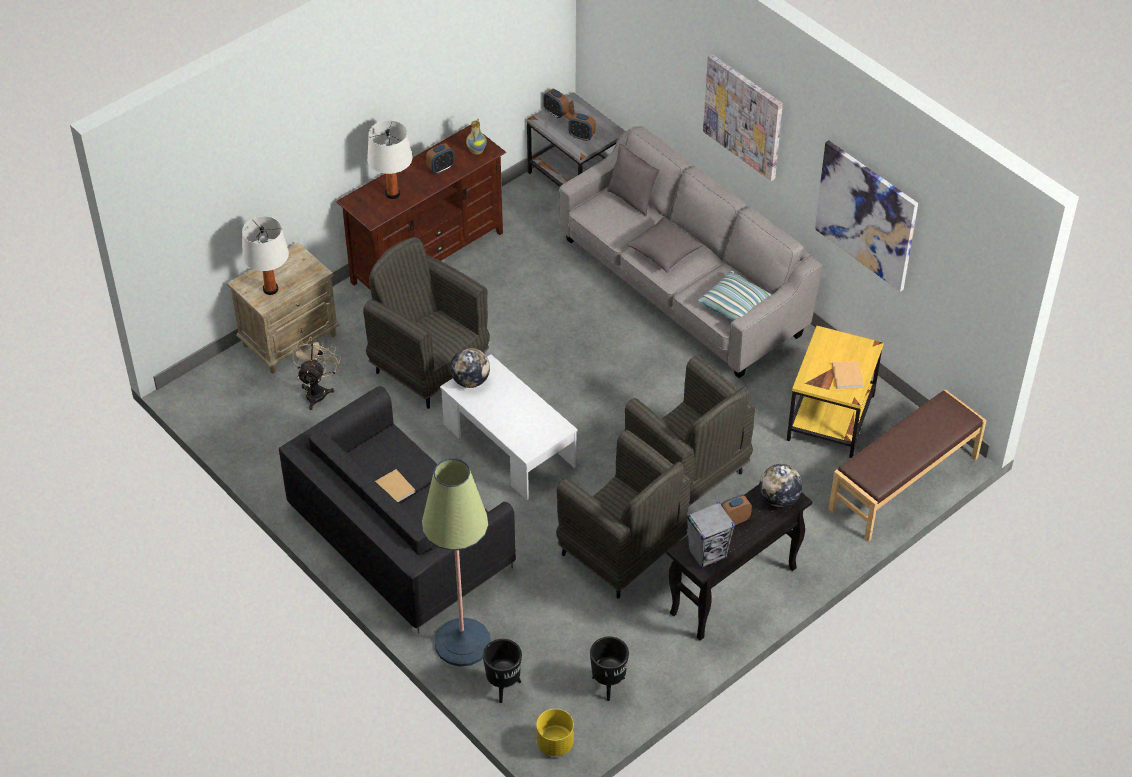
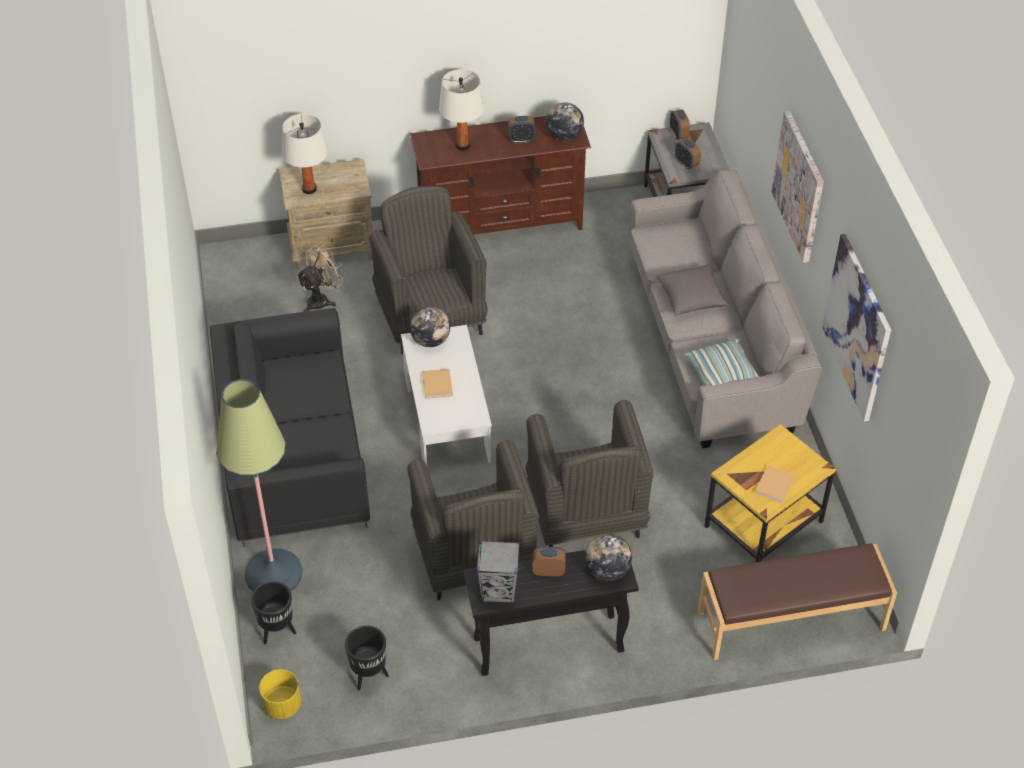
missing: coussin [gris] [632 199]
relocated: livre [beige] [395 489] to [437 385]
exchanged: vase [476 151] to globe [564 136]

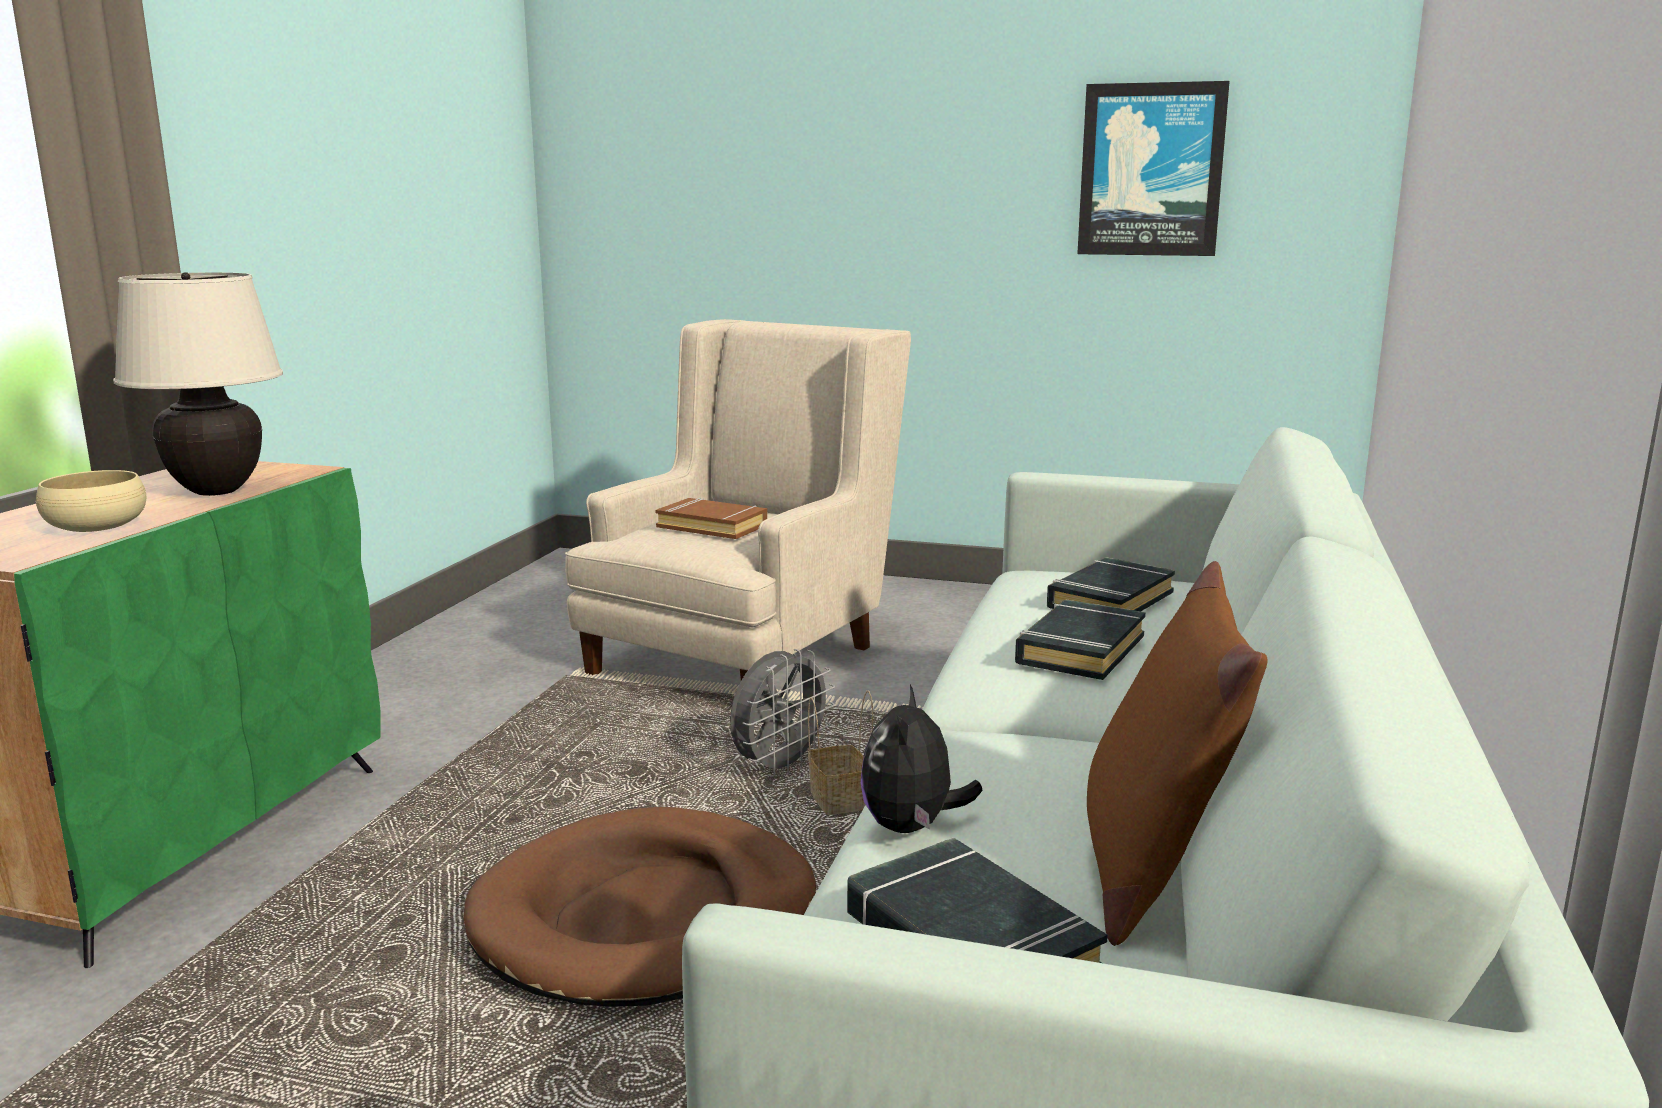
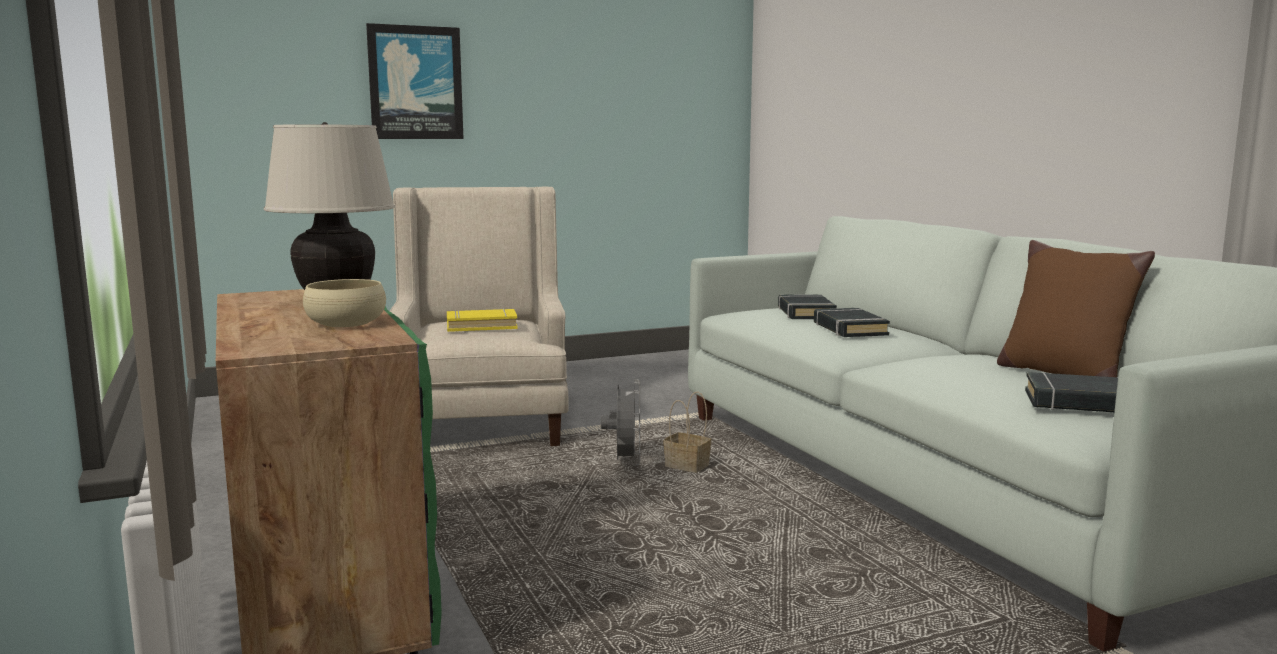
missing: panier pour chien [marron] [646 917]; peluche [912 827]
relocated: tableau [1151 170] to [415 83]
colour: livre [marron] [712 526] to livre [jaune] [481 326]

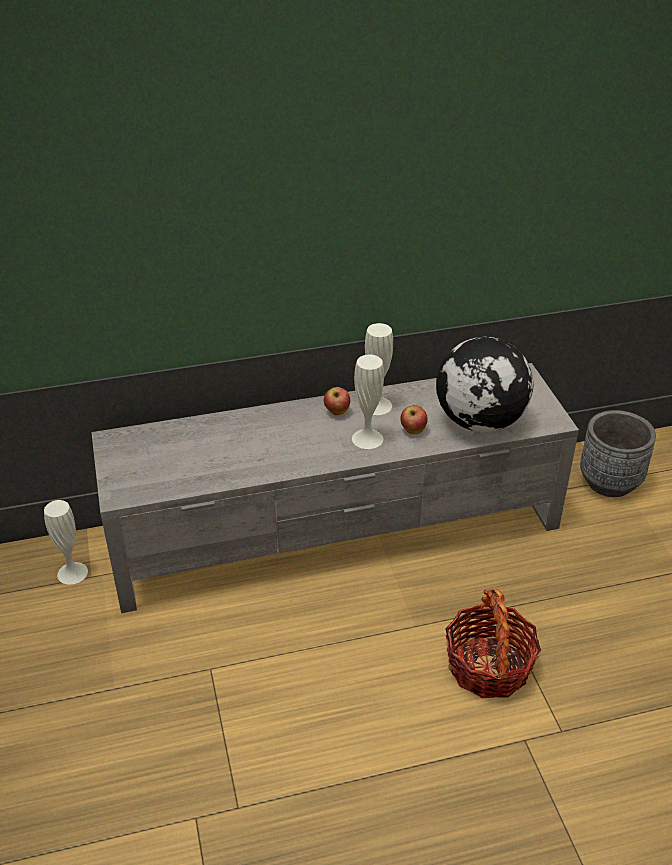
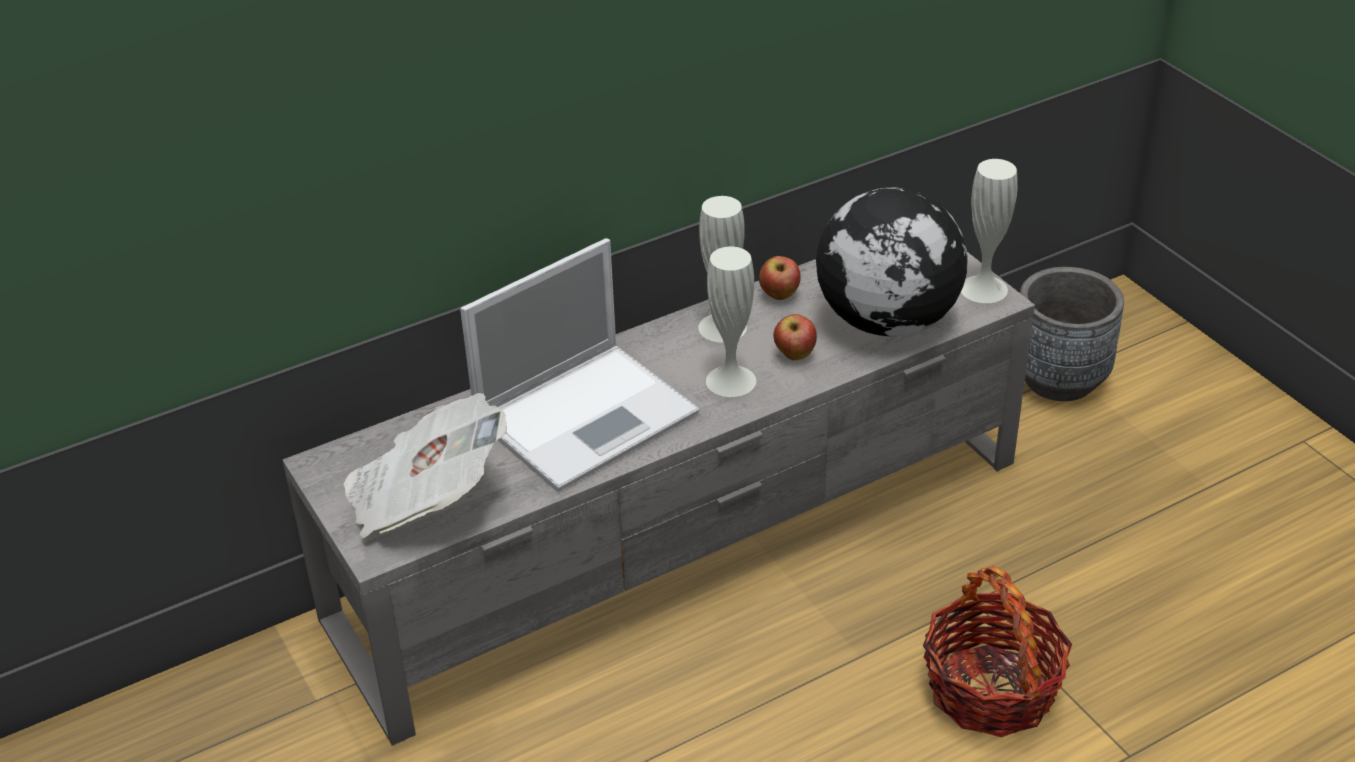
appeared: journal [425 498]; ordinateur portable [589 414]
relocated: pomme [337 412] to [779 295]; vase [blanc] [72 573] to [983 289]

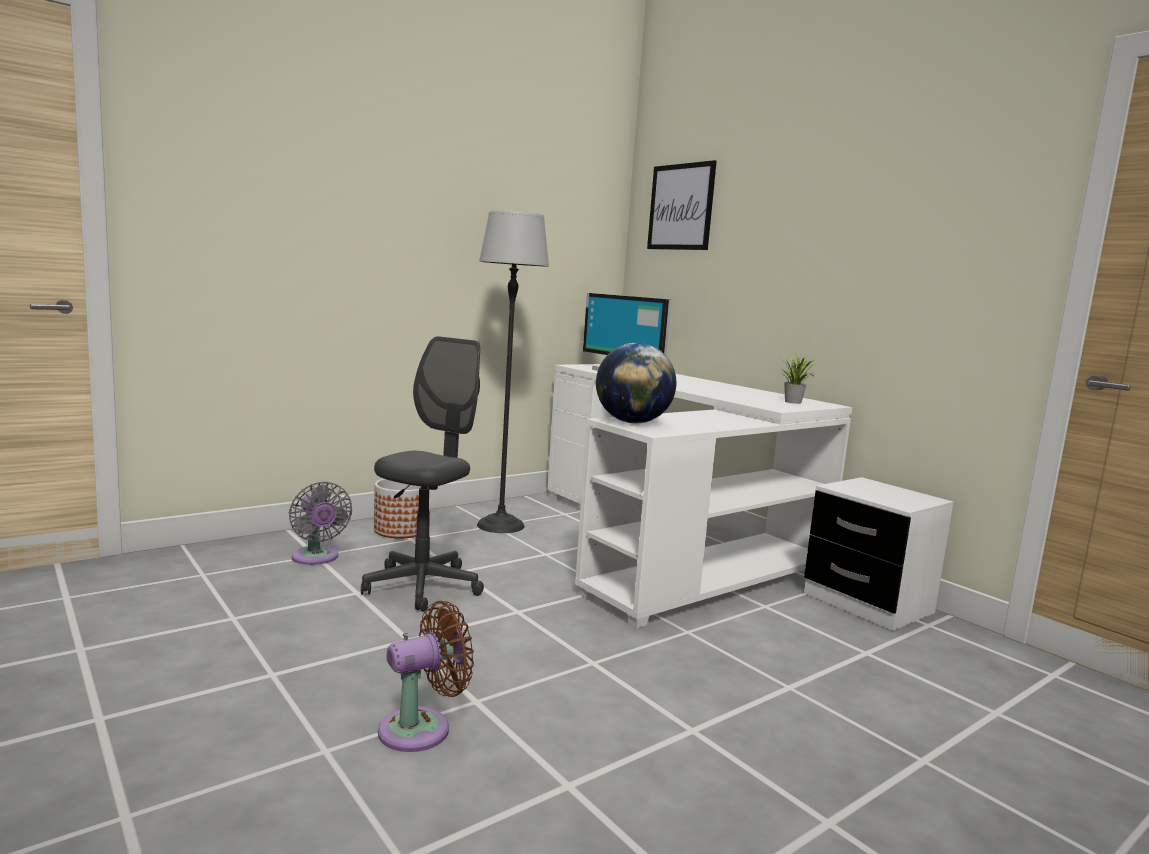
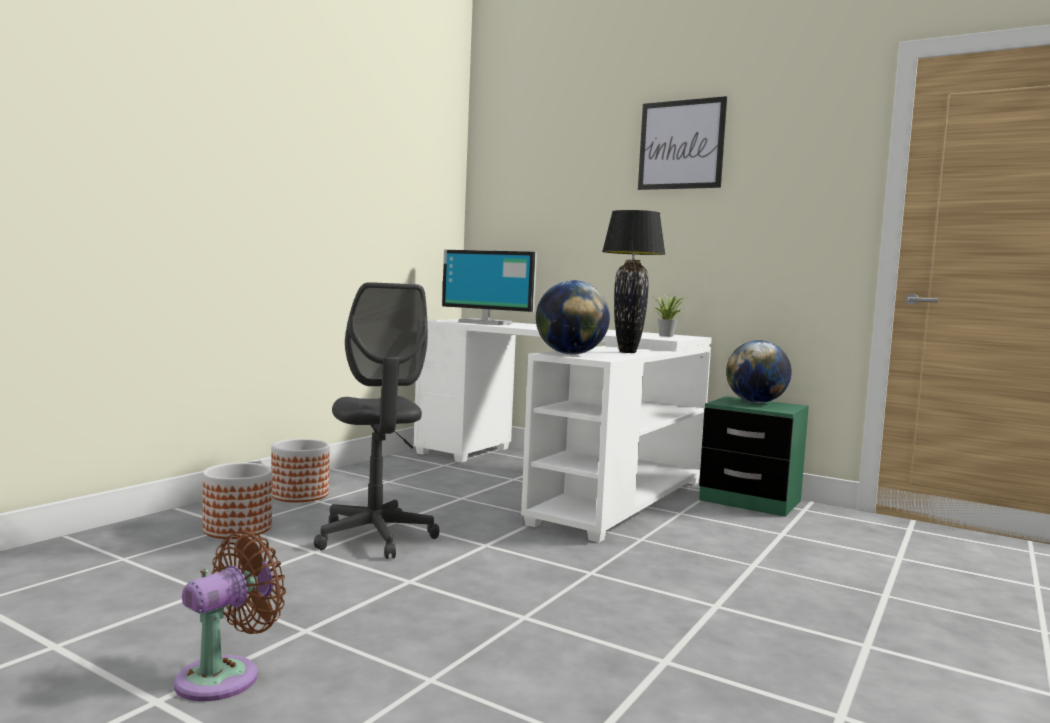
missing: lampadaire [501 525]
appeared: lampe de table [noir] [627 352]; globe [756 402]
relocated: ventilateur [marron] [422 728] to [225 676]; tableau [680 207] to [681 145]
exchanged: ventilateur [gris] [316 558] to cache-pot [237 528]
colour: table de chevet [blanc] [867 603] to table de chevet [vert] [750 501]
spun: chaise de bureau [gris] [422 586] = [375 538] 150 degrees clockwise

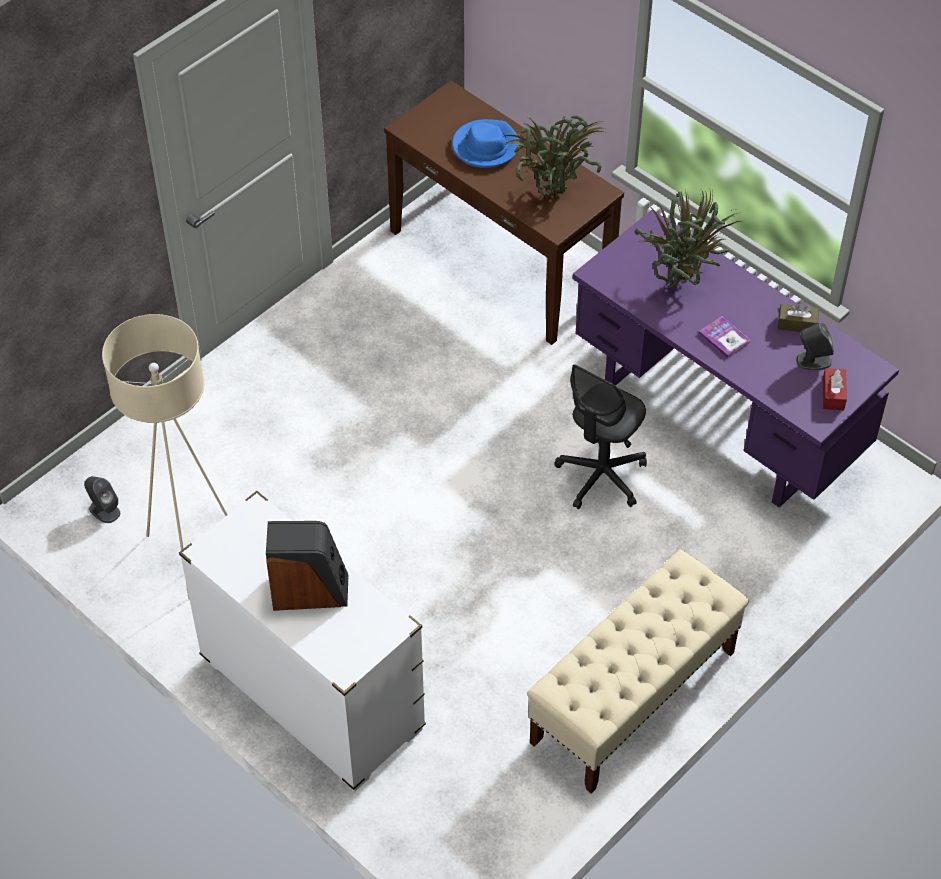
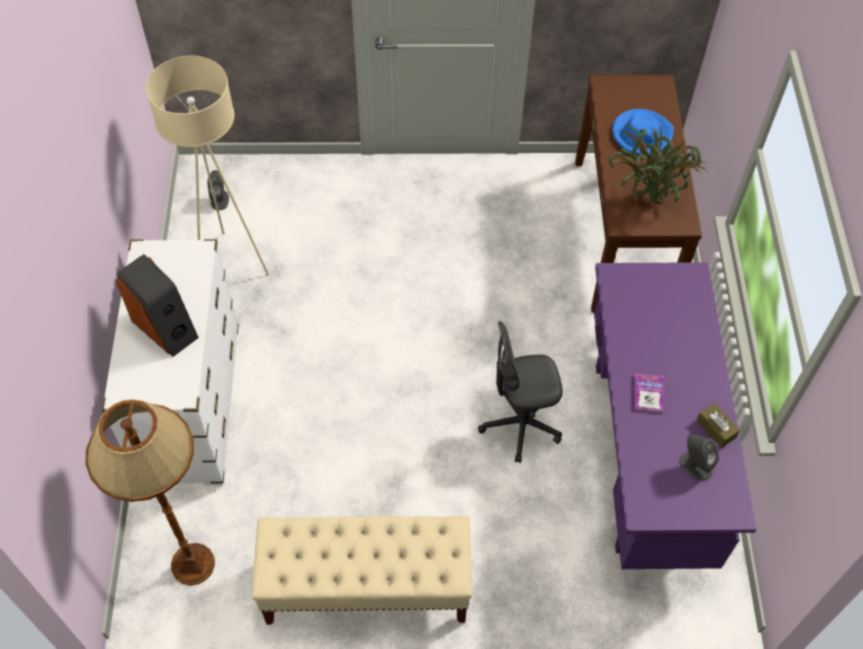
missing: plante en pot [682 283]; boîte à mouchoirs [rouge] [833 394]
appeared: lampadaire [marron] [192 564]

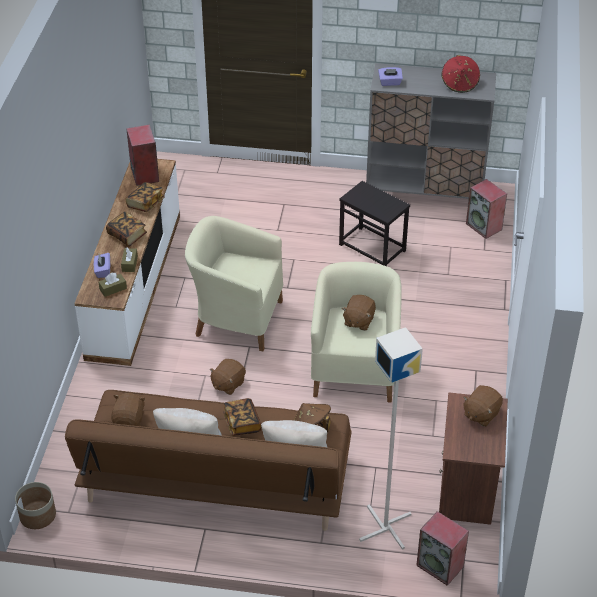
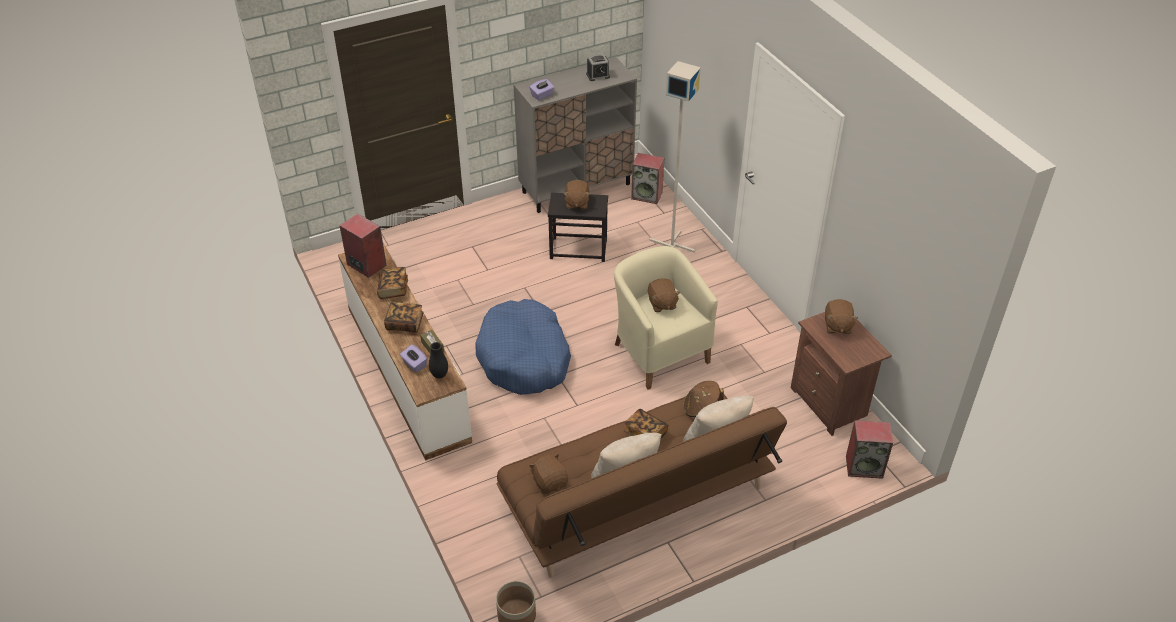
relocated: peluche [marron] [228 384] to [576 203]; lampadaire [gris] [386 526] to [672 245]
exchanged: boîte à mouchoirs [marron] [113 289] to vase [noir] [439 375]; fauteuil [beige] [236 318] to panier pour chien [bleu] [524 358]; chapeau [rouge] [460 84] to réveil [598 75]

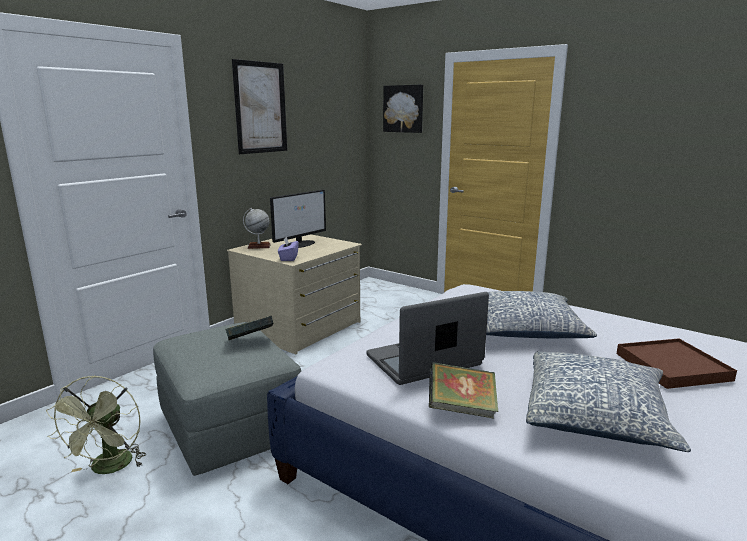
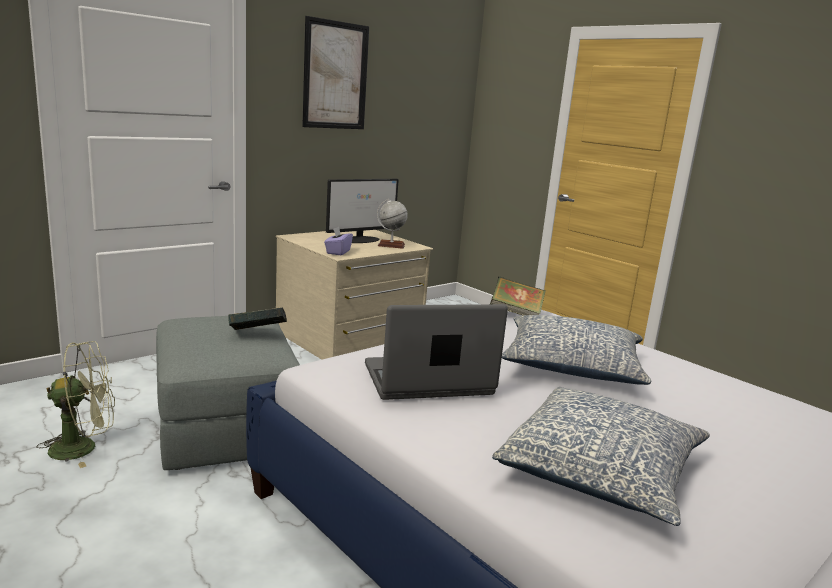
missing: tableau [404 109]; plateau [marron] [672 367]
relocated: globe [258 246] to [391 245]; livre [461 409] to [516 313]
spun: ventilateur [vert] [109 469] = [84 447] 120 degrees counterclockwise

